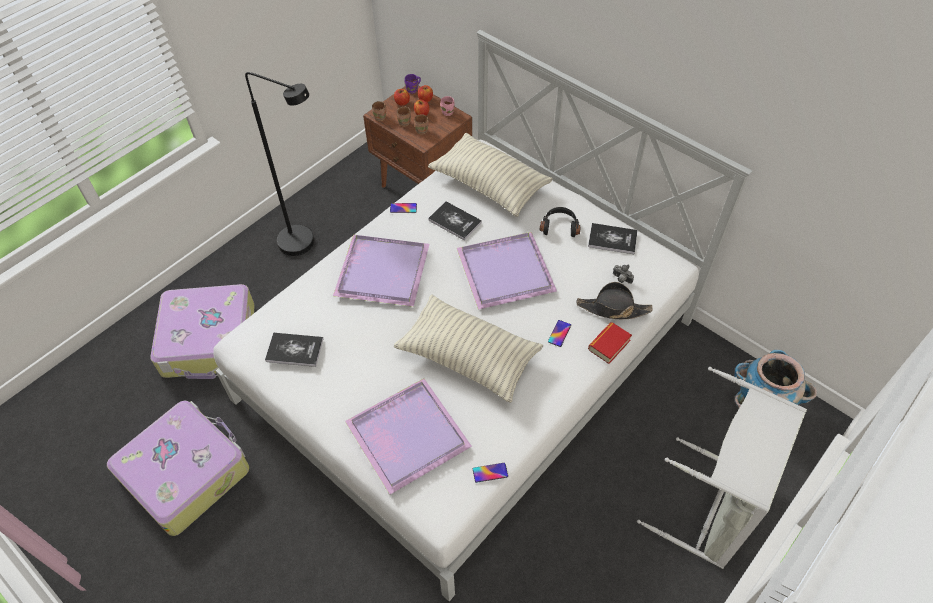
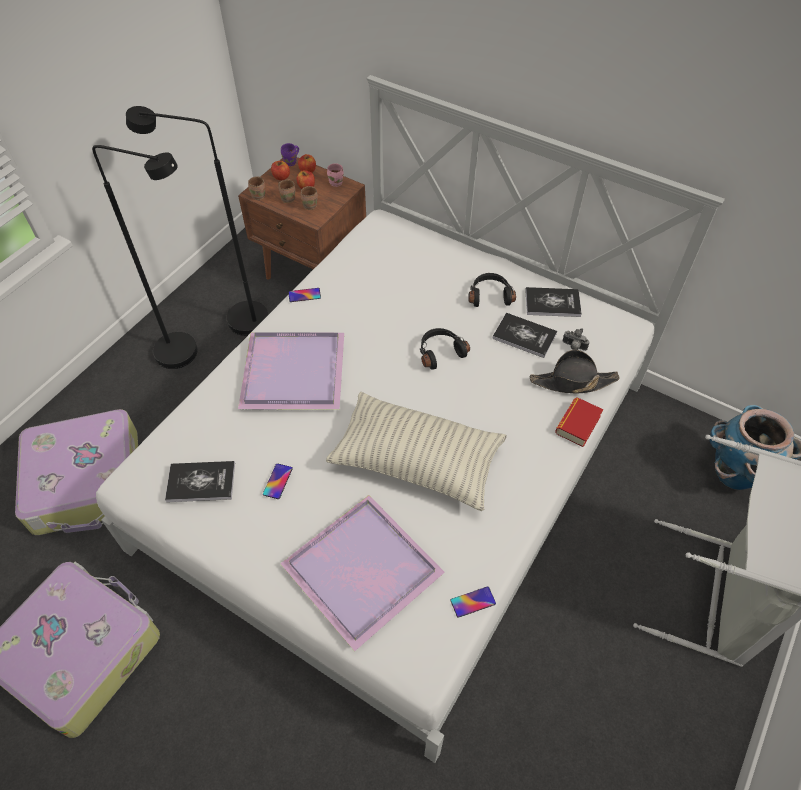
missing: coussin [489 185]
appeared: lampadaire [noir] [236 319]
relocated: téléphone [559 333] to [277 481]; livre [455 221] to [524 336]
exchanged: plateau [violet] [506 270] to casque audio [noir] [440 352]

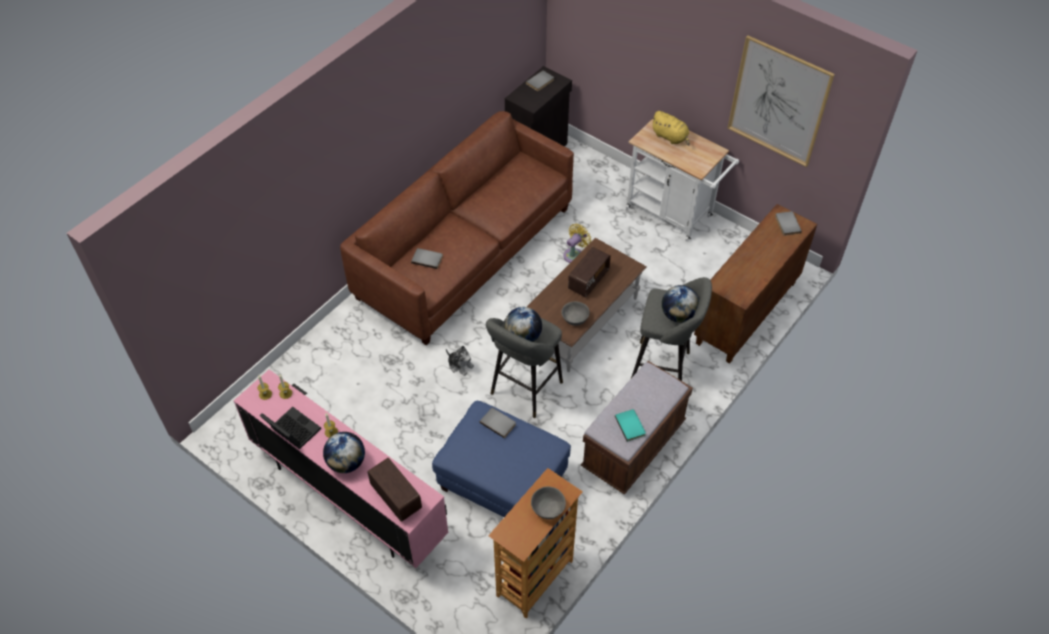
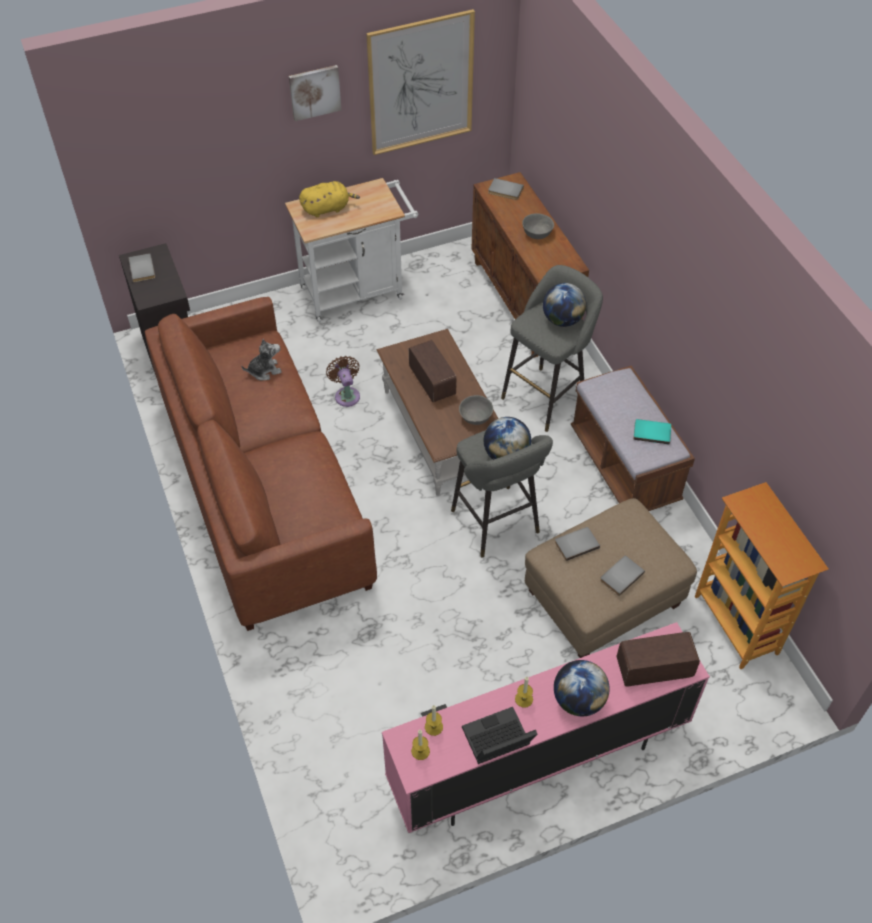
appeared: tableau [314 92]
relocated: peluche [460 365] to [264 370]; bol [gris] [548 508] to [537 233]; livre [gris] [427 258] to [620 575]
colour: ventilateur [jaune] [575 254] to ventilateur [marron] [346 394]; pouf [bleu] [502 481] to pouf [beige] [603 599]

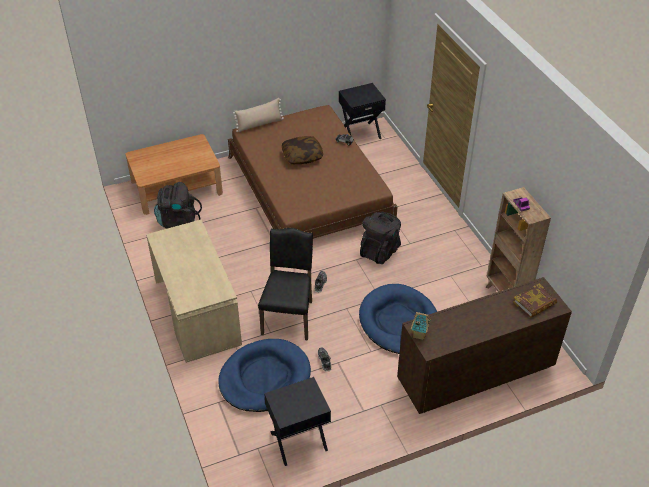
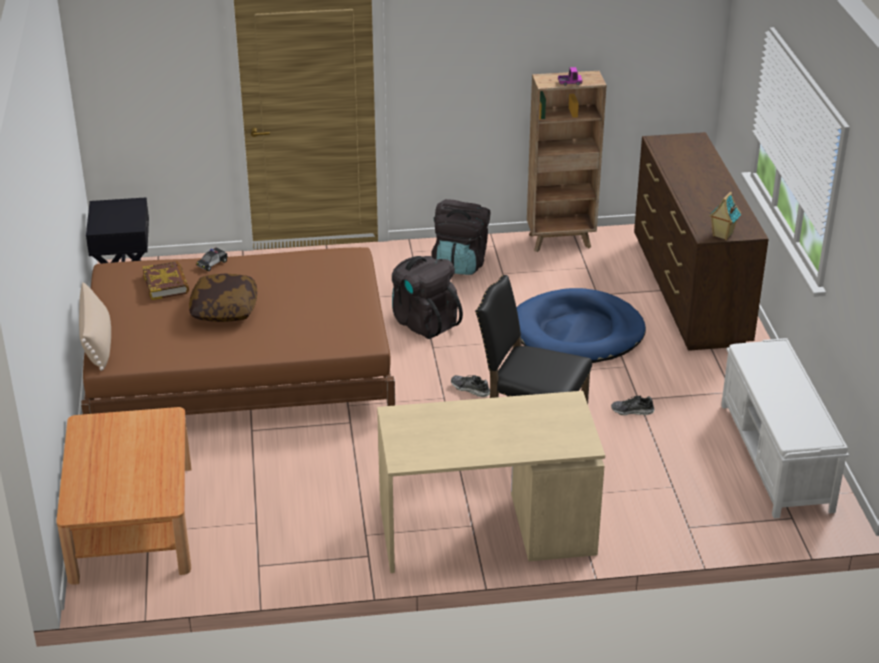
missing: panier pour chien [bleu] [264 378]
relocated: livre [534 303] to [166 284]; sac à dos [noir] [178 221] to [460 263]
exchanged: table de chevet [noir] [299 441] to banc [blanc] [776 457]

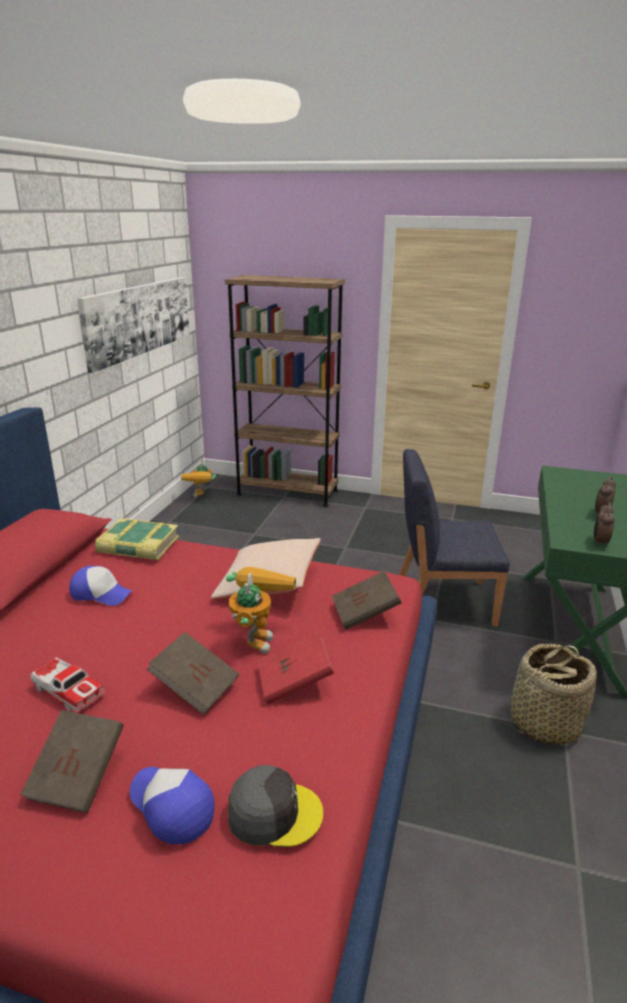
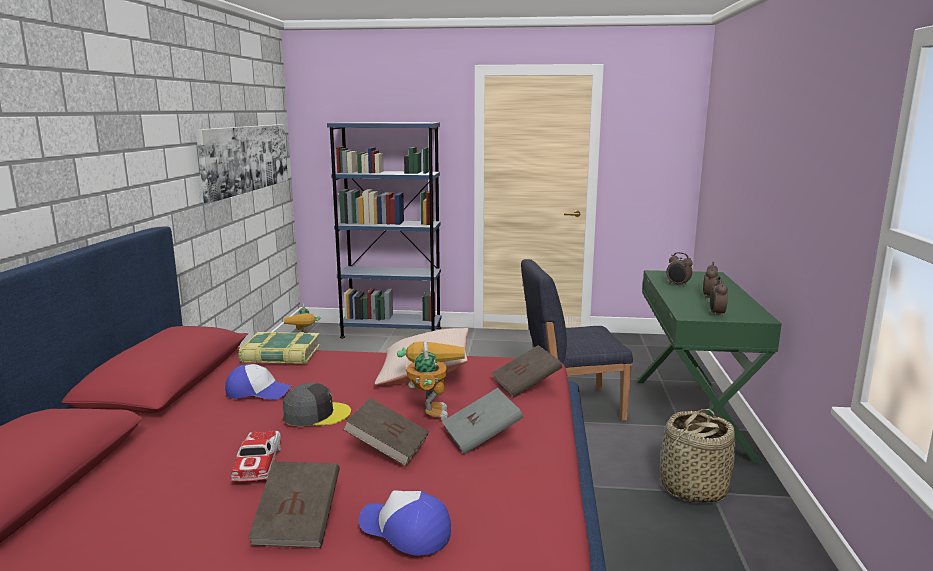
appeared: réveil [678 285]
relocated: casquette [gris] [274 813] to [316 414]
colour: bibliothèque [marron] [287 492] to bibliothèque [bleu] [391 332]; livre [rouge] [294 682] to livre [gris] [481 437]
spun: petite voiture [68 691] = [258 464] 60 degrees clockwise

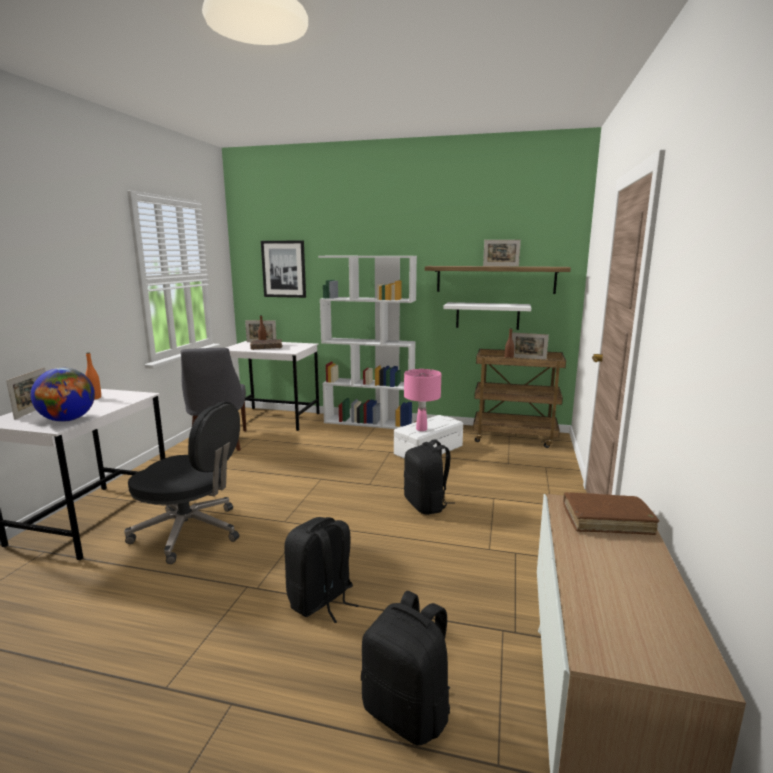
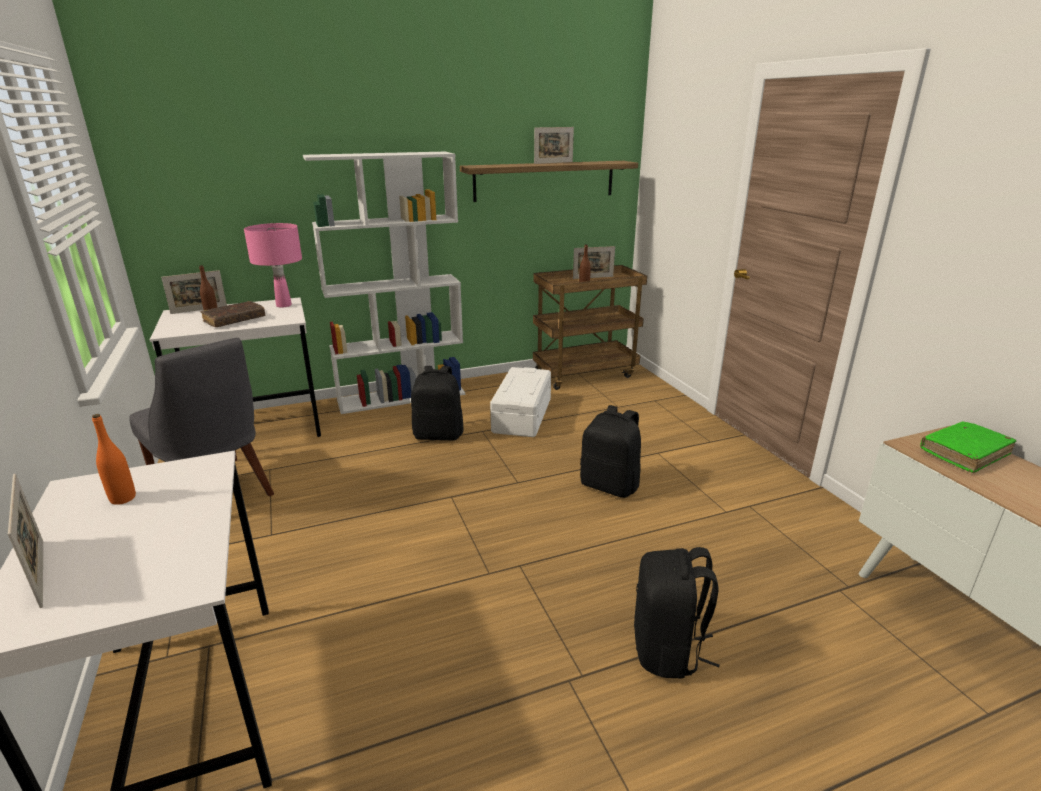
missing: globe [68 420]; chaise de bureau [noir] [191 532]; tableau [284 269]; étagère [blanc] [487 315]
relocated: lampe de table [rose] [421 429] to [283 305]; sac à dos [noir] [408 712] to [439 435]
colour: livre [marron] [607 521] to livre [vert] [964 453]

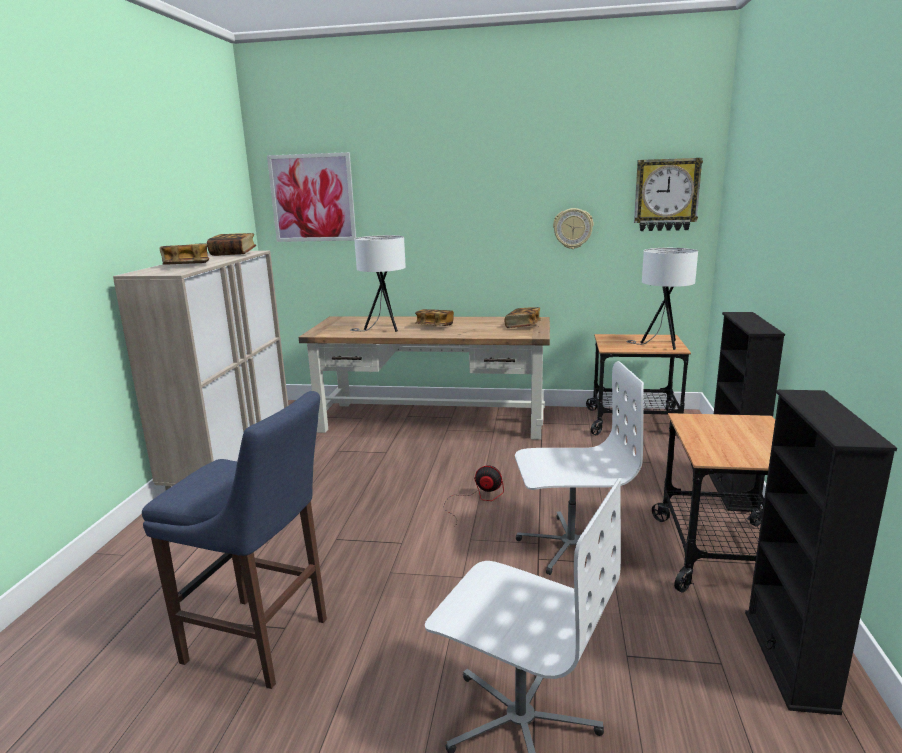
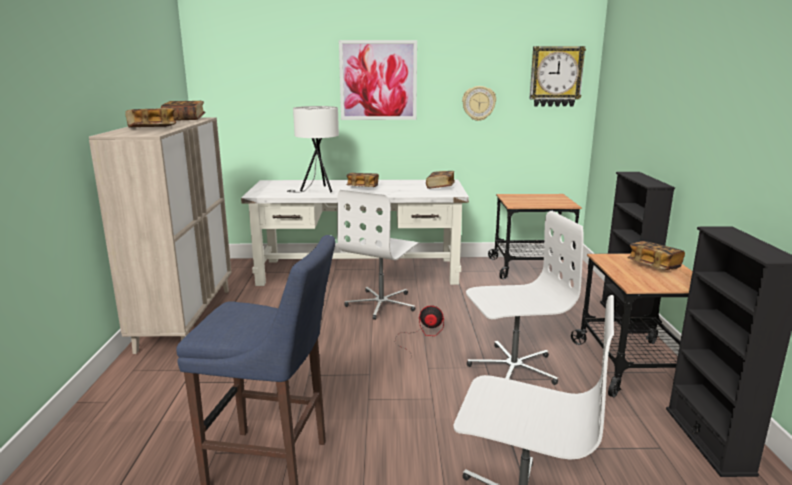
missing: lampe de table [blanc] [660 345]
appeared: chaise de bureau [blanc] [382 304]; livre [654 265]
relocated: tableau [312 198] to [378 80]
colour: bureau [marron] [434 419] to bureau [blanc] [360 271]

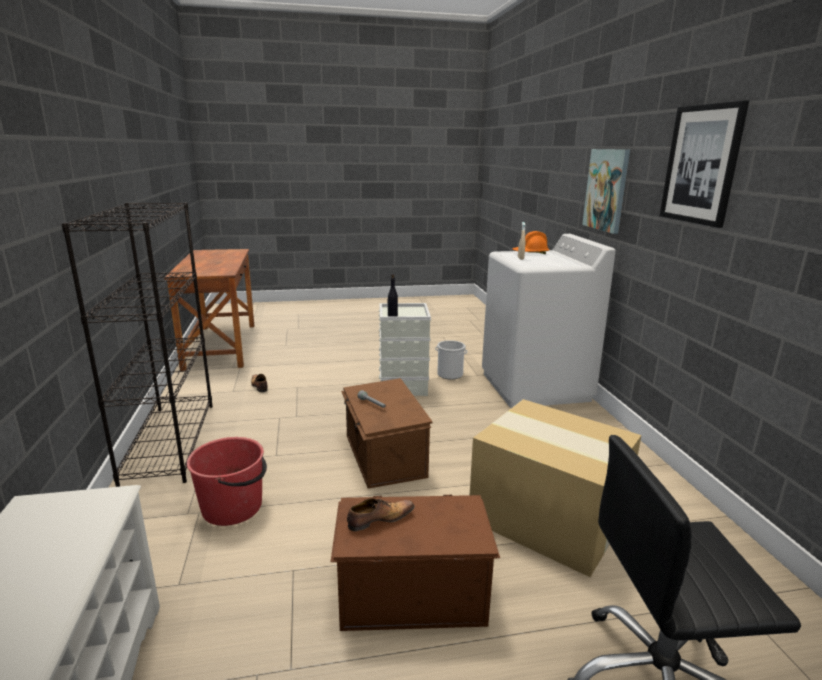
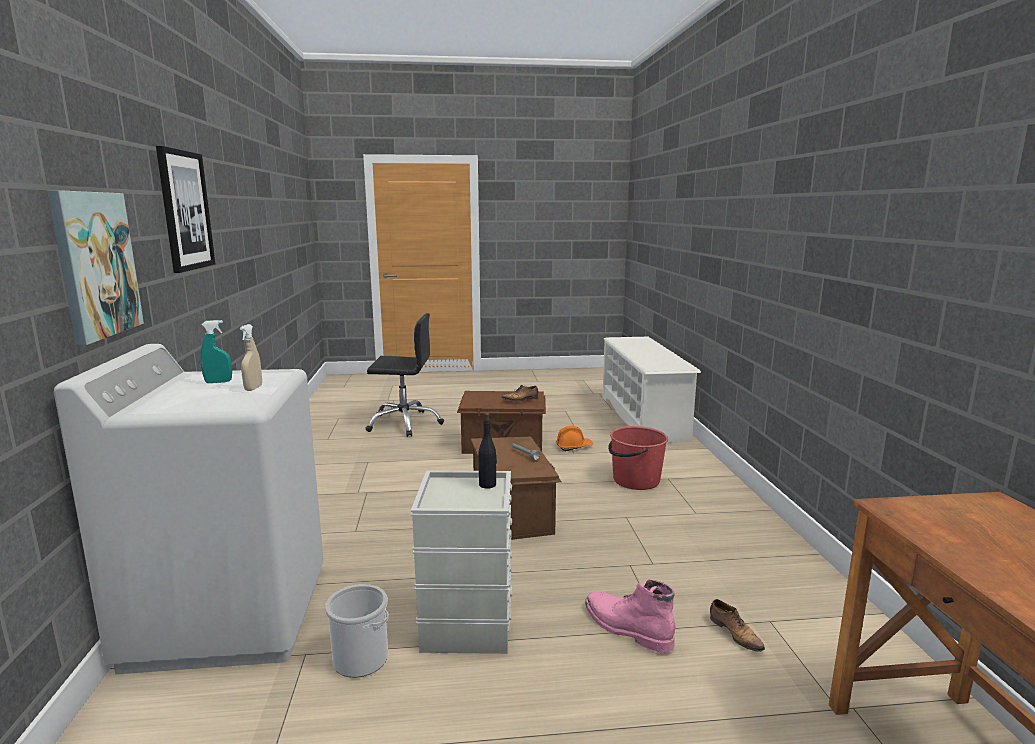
missing: bibliothèque [noir] [170 441]; carton [549 518]
appeared: vaporisateur [turquoise] [218 382]; botte [rose] [625 627]
relocated: casque de chantier [orange] [530 253] to [573 447]

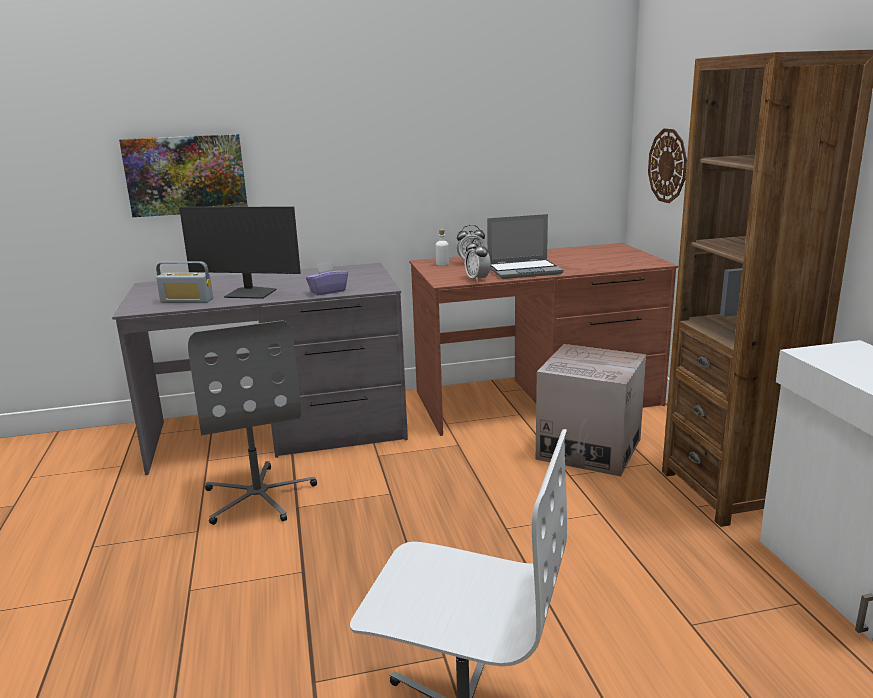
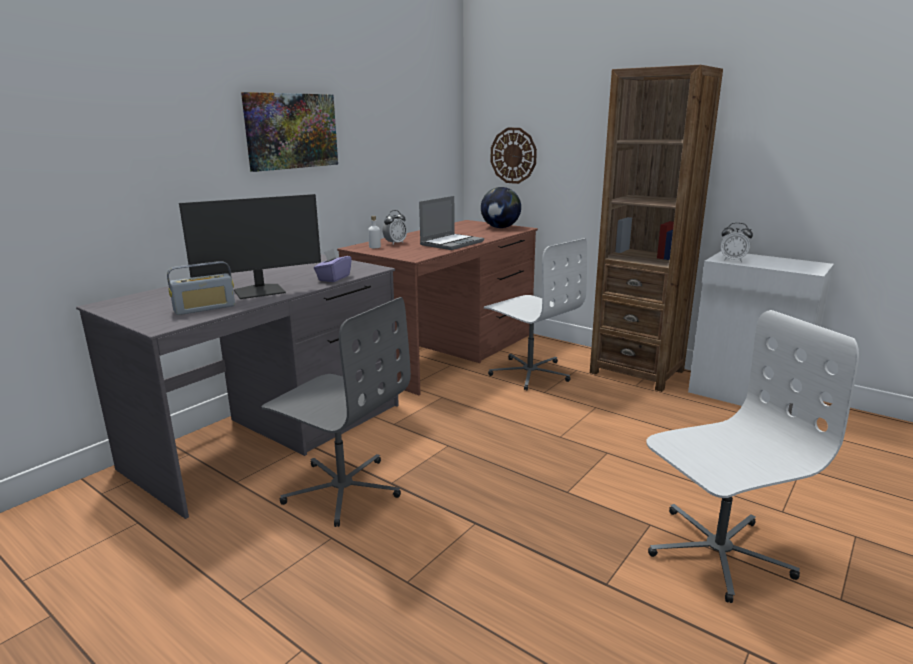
appeared: globe [500 227]
relocated: tableau [186 175] to [291 131]; réveil [477 279] to [733 260]
exchanged: carton [589 449] to chaise de bureau [blanc] [530 373]

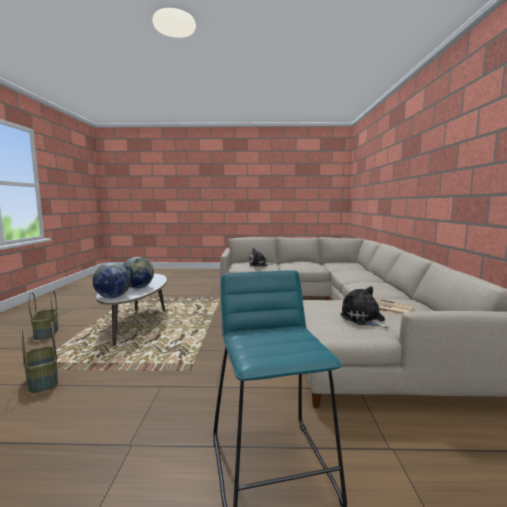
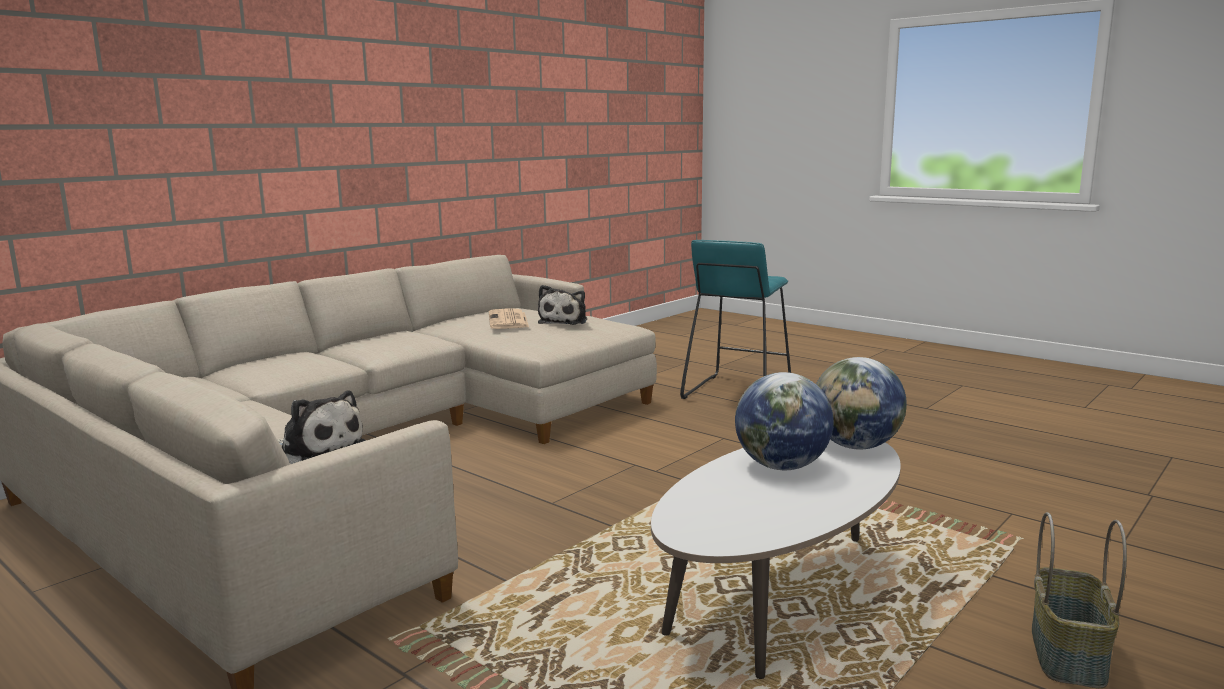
missing: panier [42 381]

